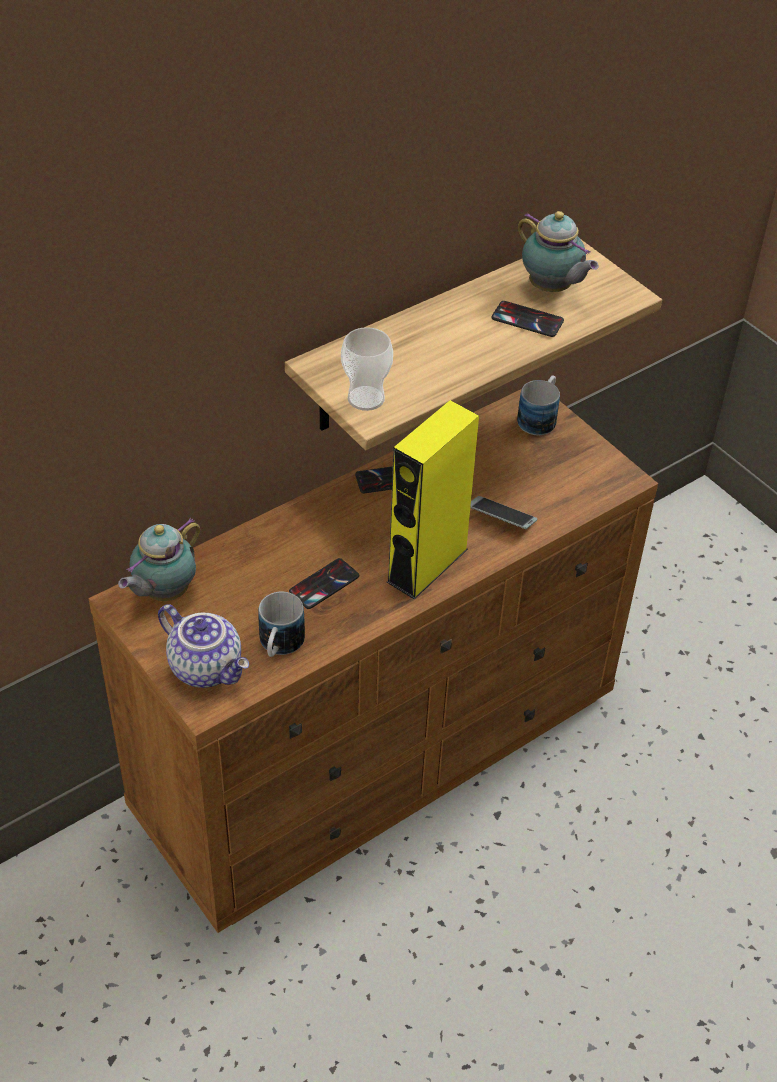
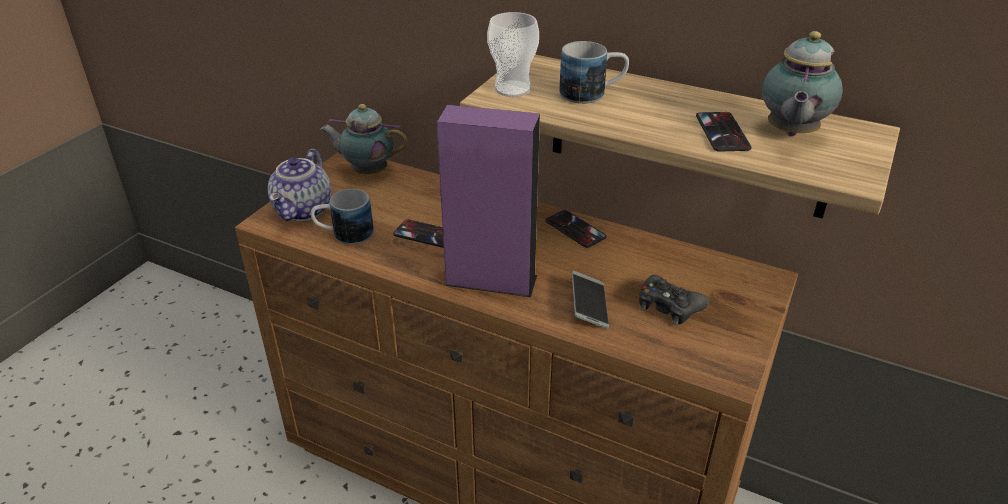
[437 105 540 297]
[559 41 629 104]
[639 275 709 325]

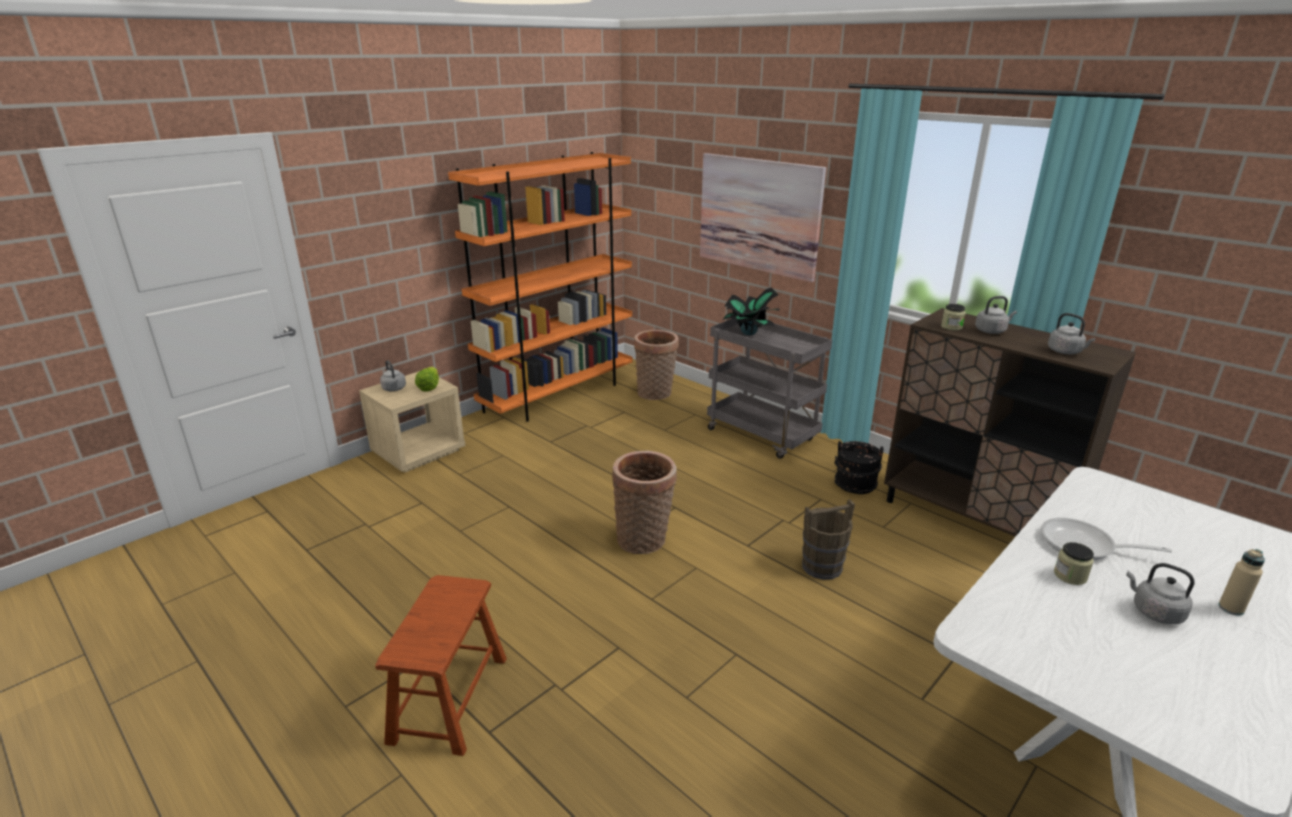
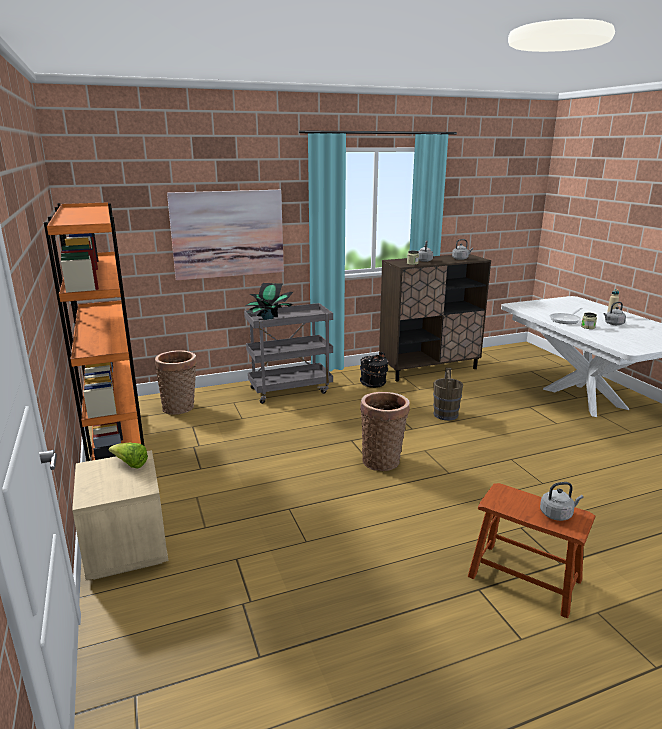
[540 482 583 521]

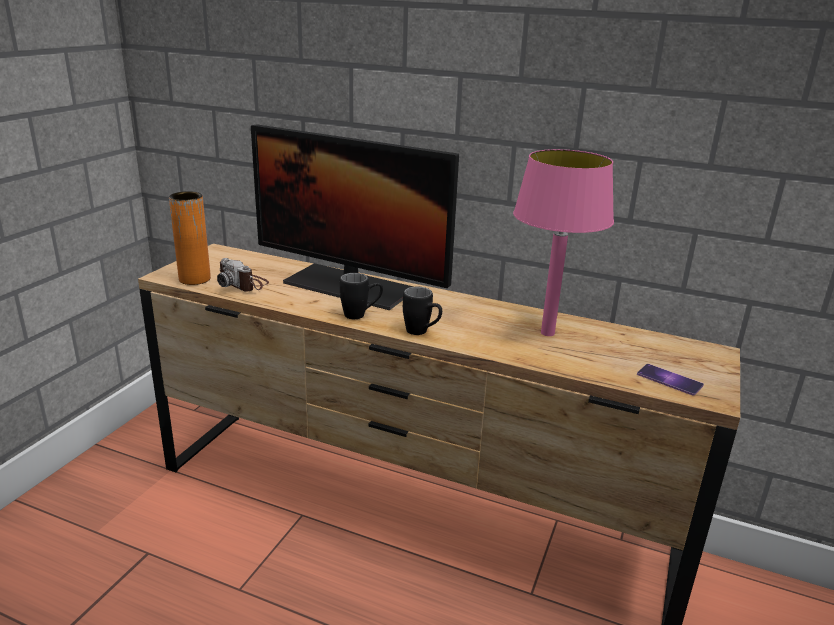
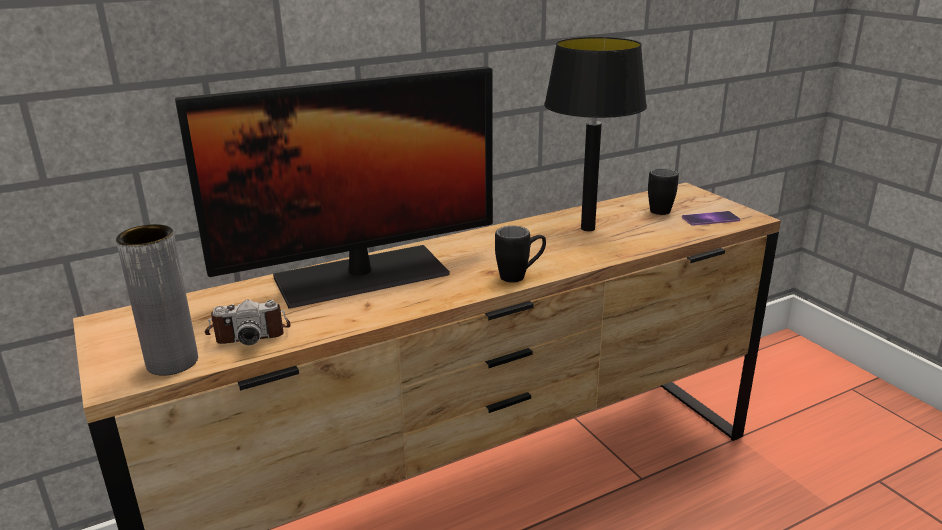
[116 224 198 376]
[648 168 679 215]
[544 37 647 231]

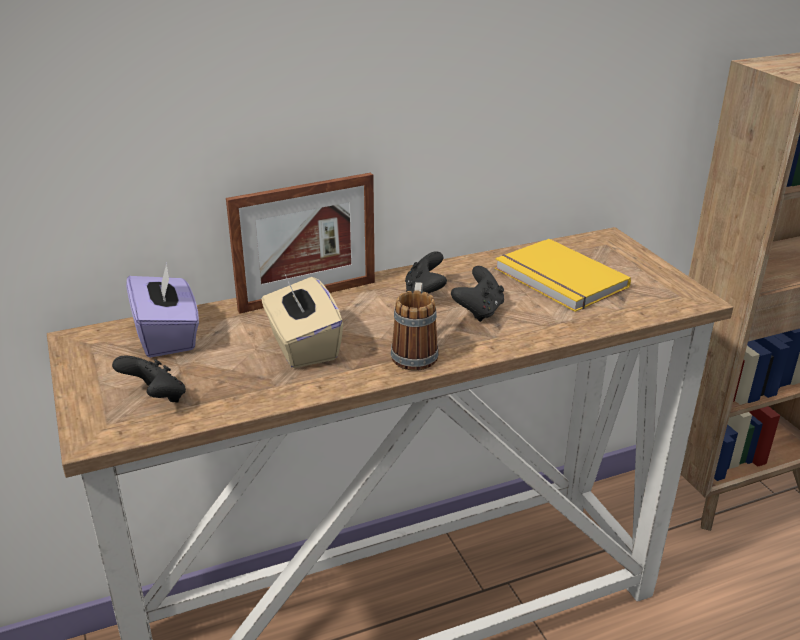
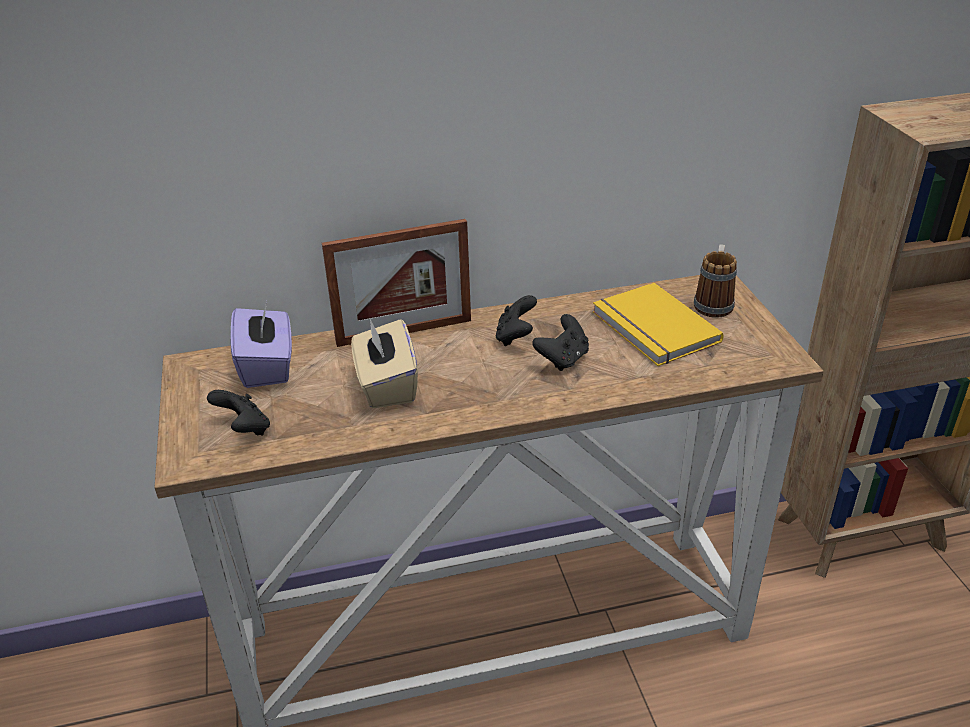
[694 244 737 318]

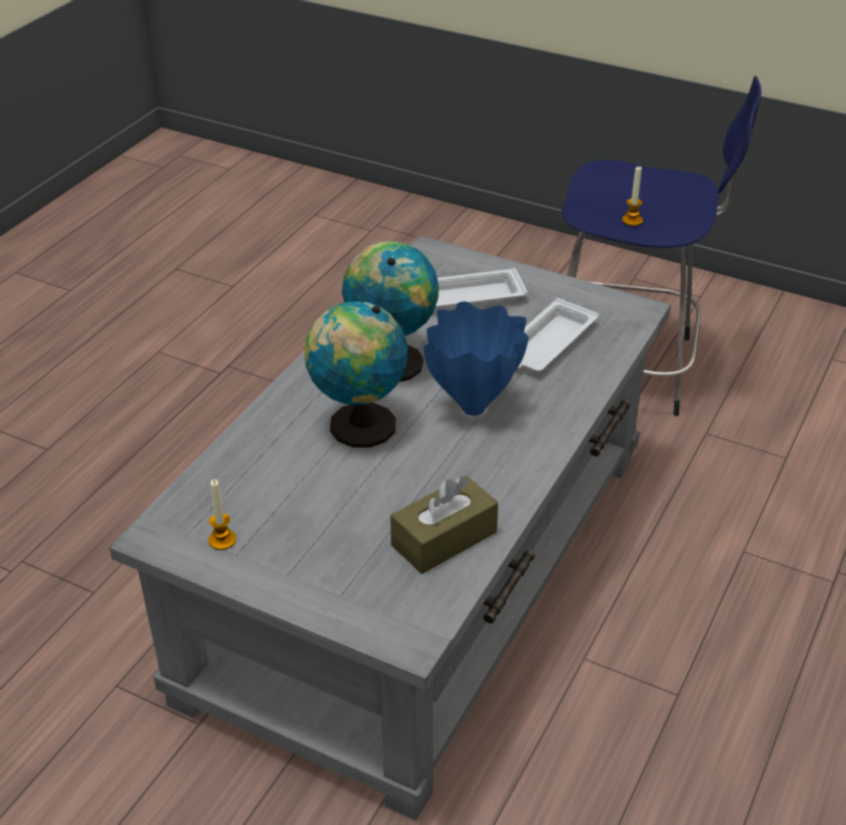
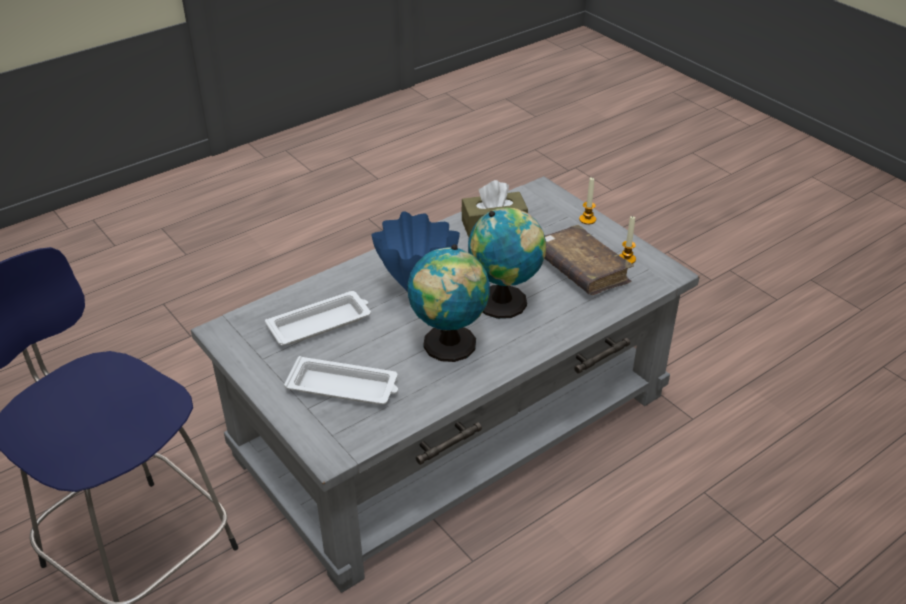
[579 177 596 225]
[544 225 634 295]

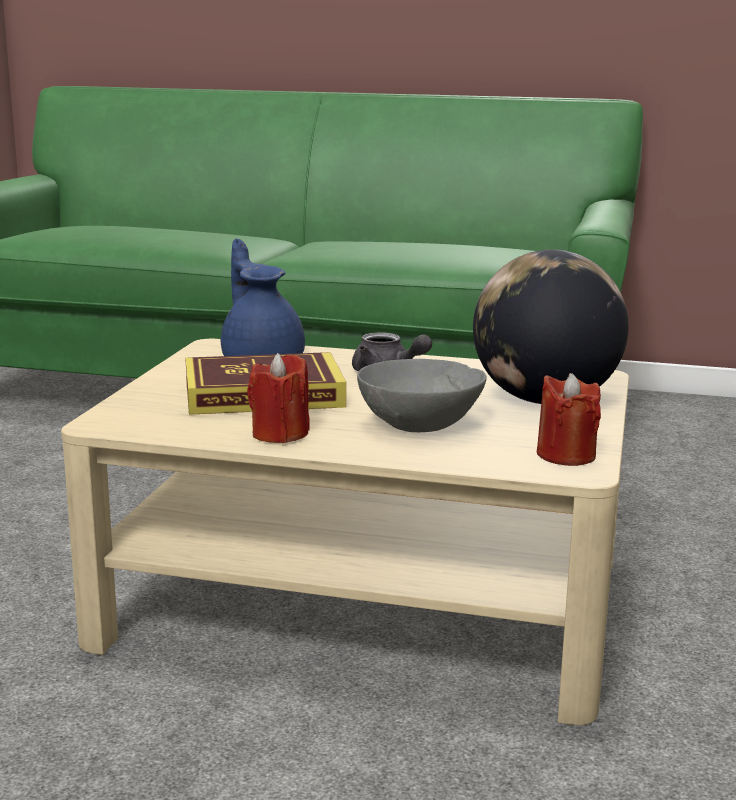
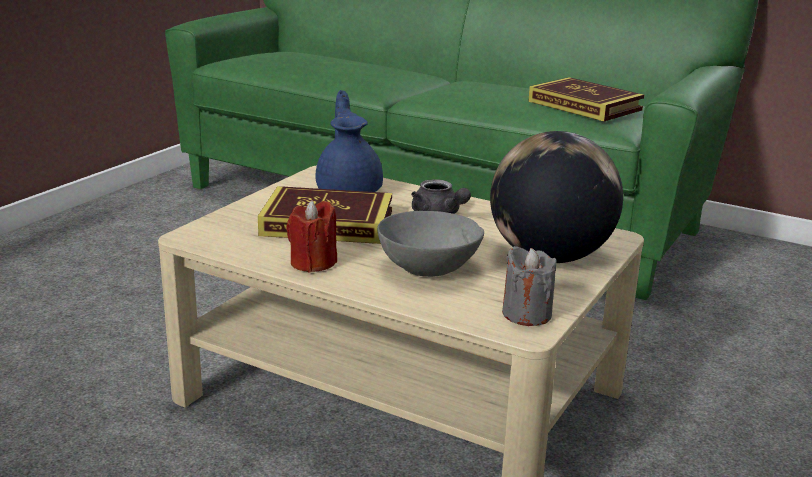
[502 246 557 326]
[528 77 644 121]

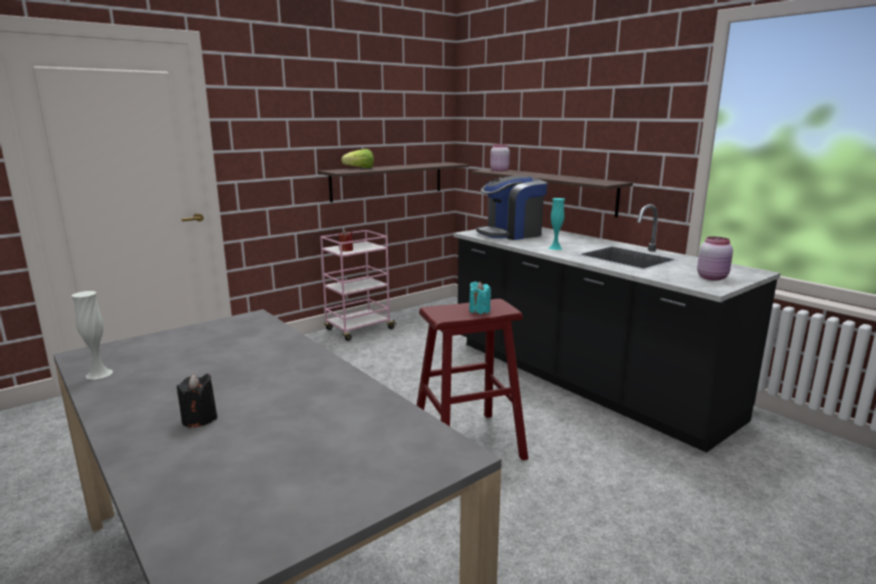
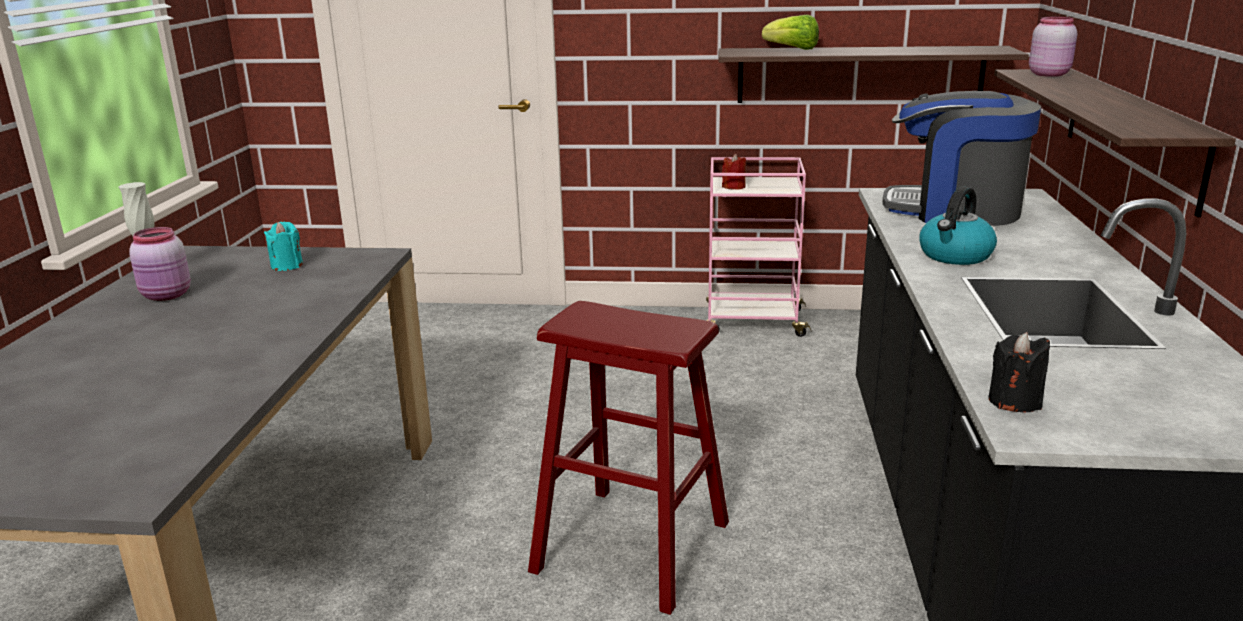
[988 332 1050 413]
[264 221 303 271]
[919 186 997 265]
[129 227 191 301]

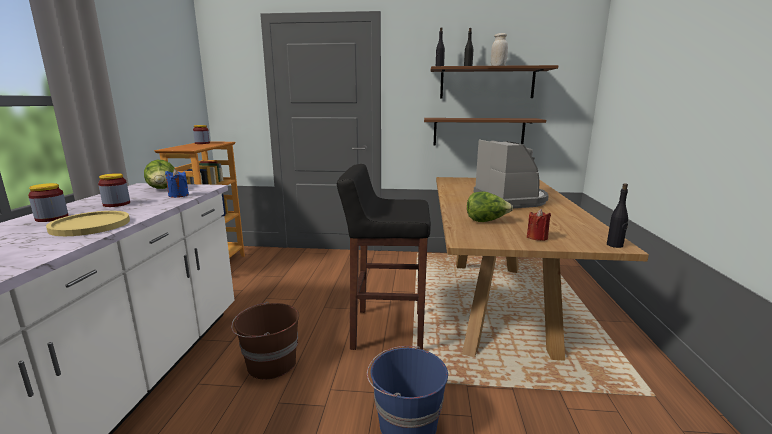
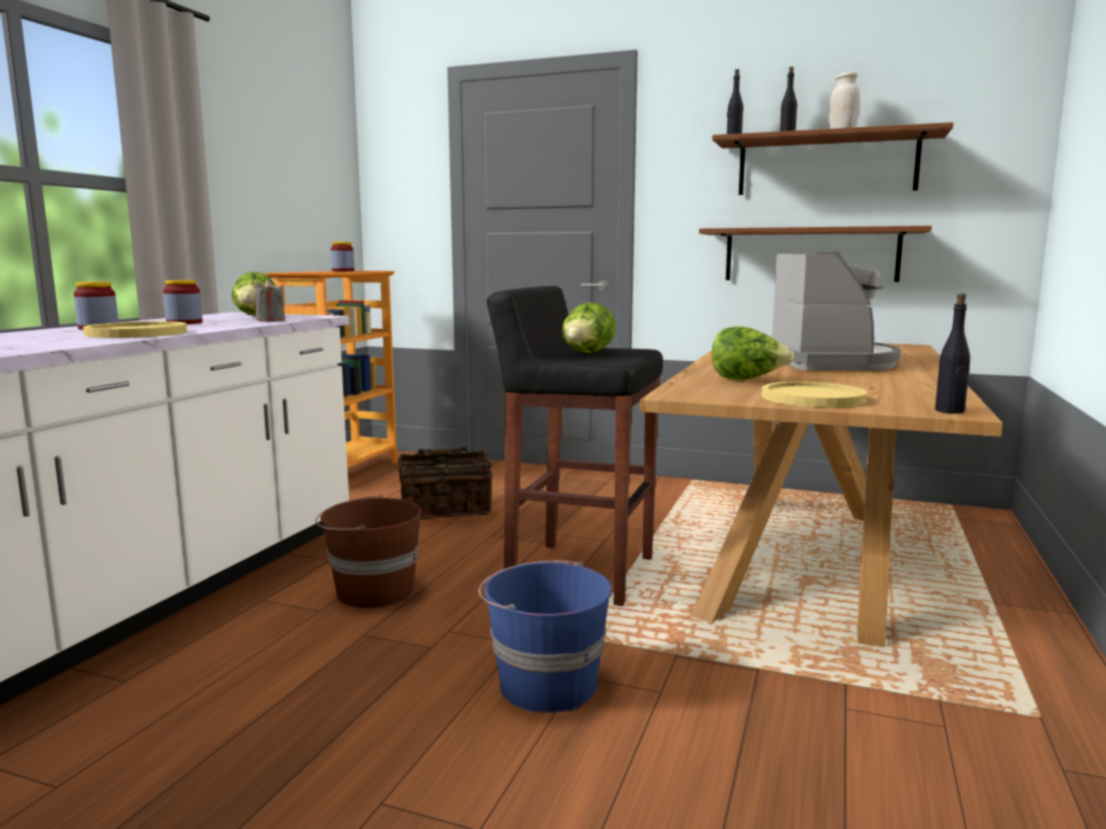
[254 279 285 321]
[762 381 867 408]
[398 447 493 520]
[562 302 616 353]

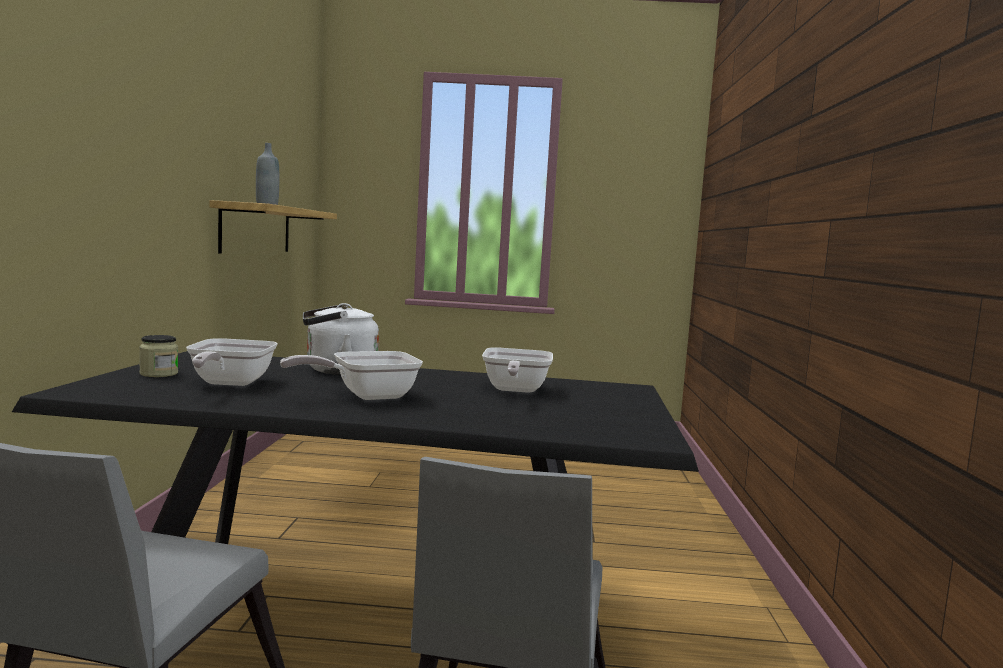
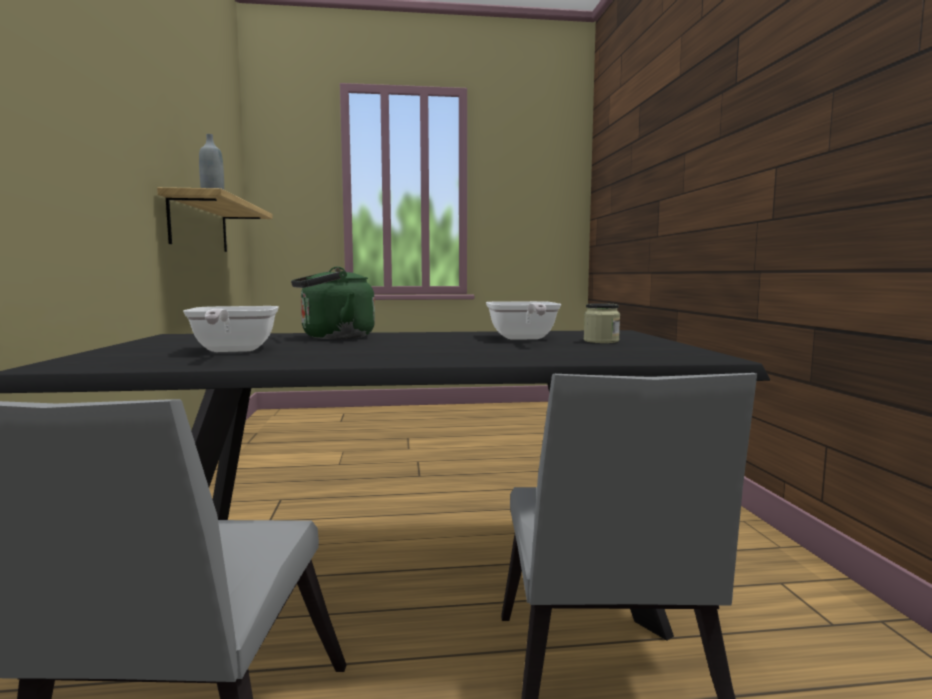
[584 303 620 343]
[280 351 423 400] (first image)
[291 267 375 339]

